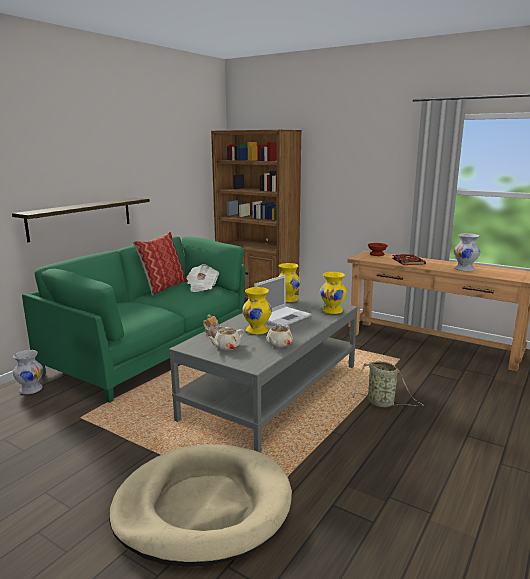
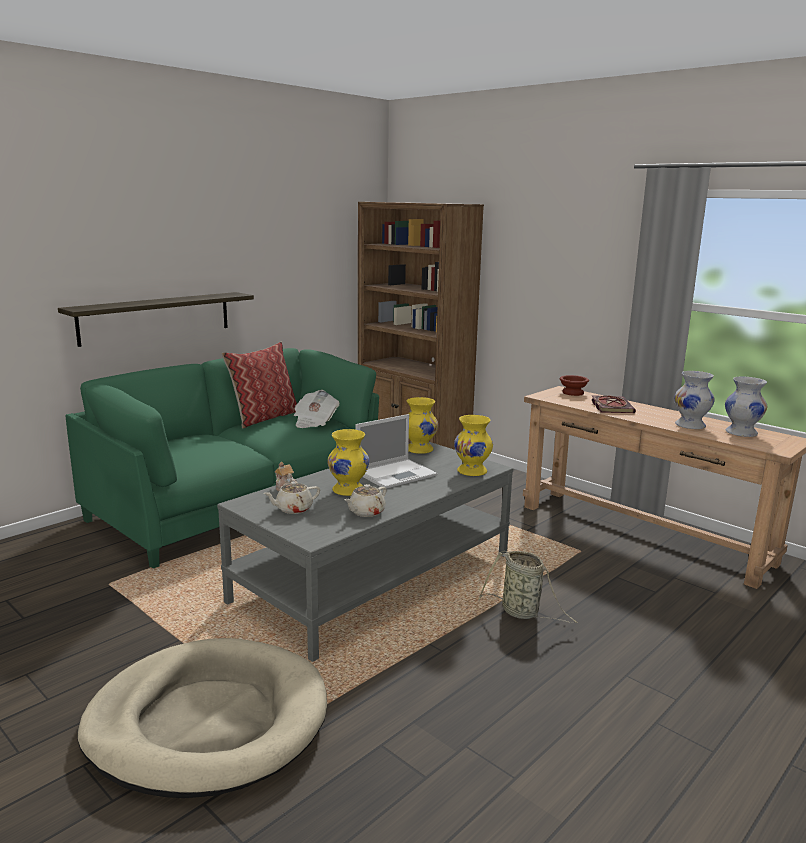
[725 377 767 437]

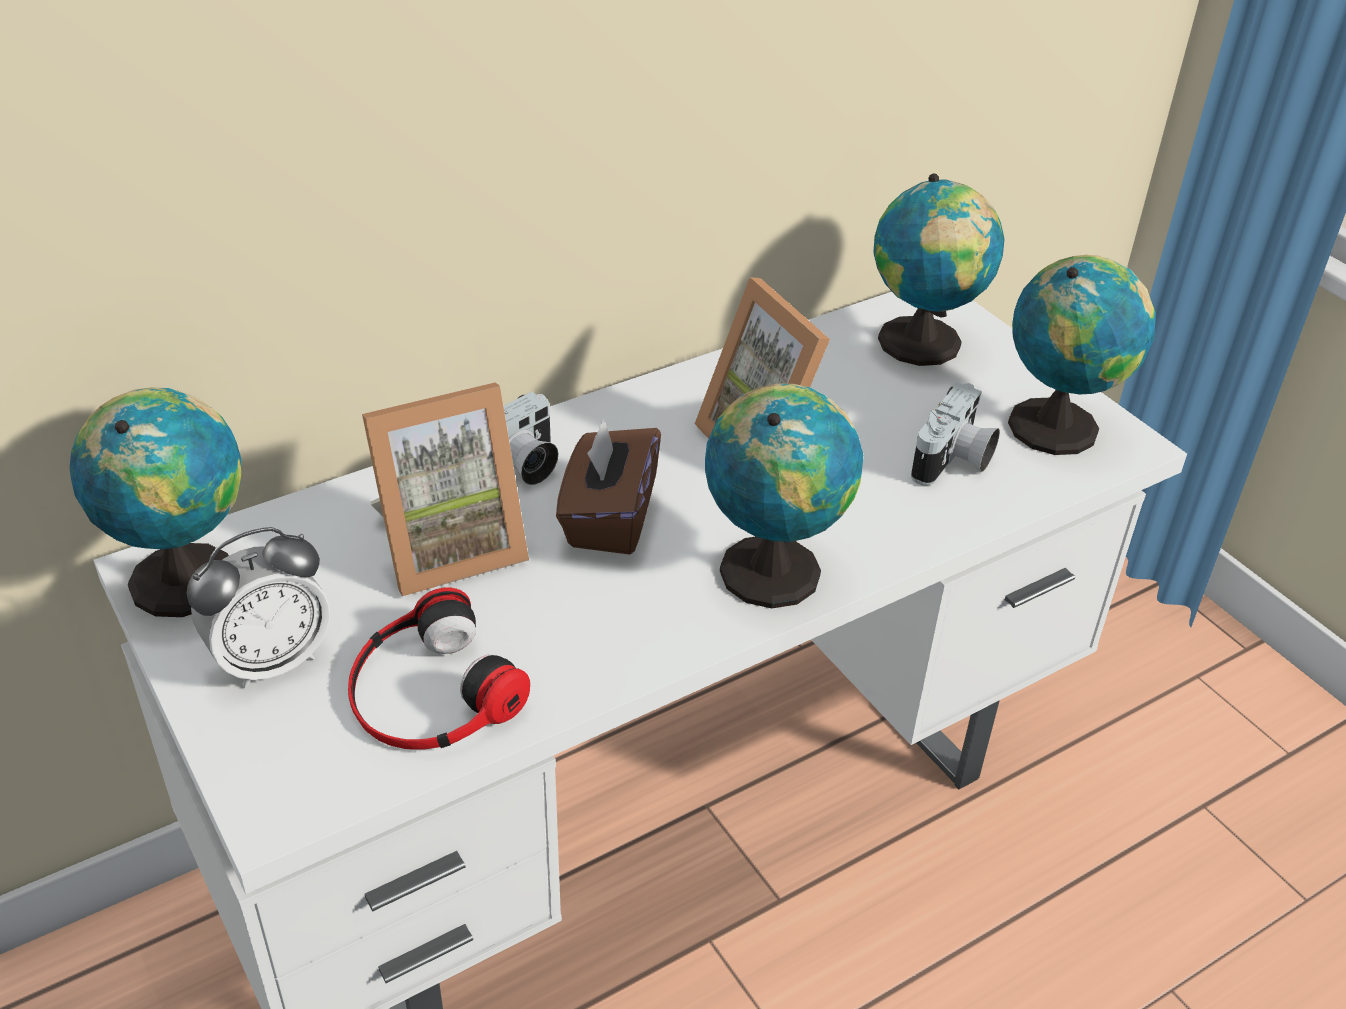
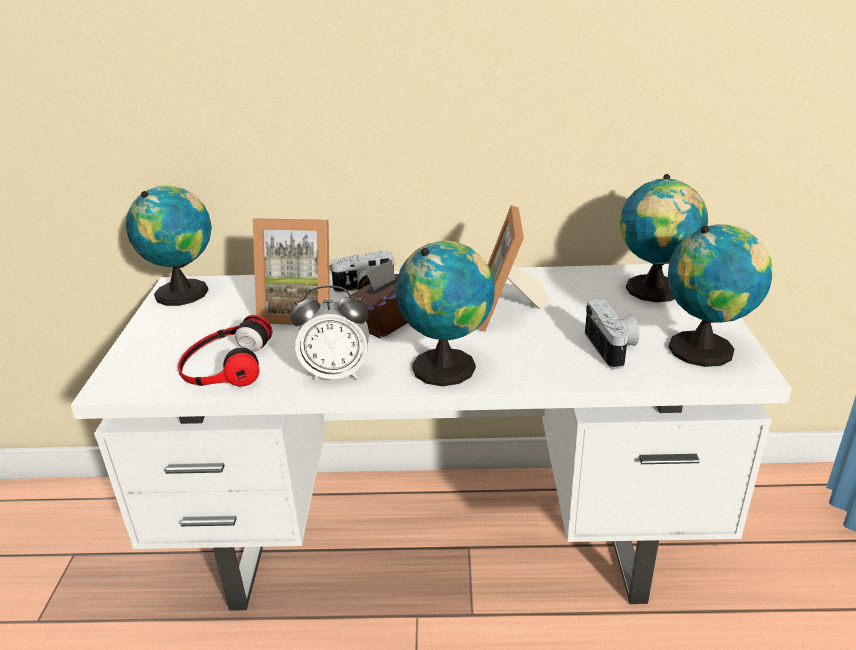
[291 285 369 381]
[585 299 639 369]

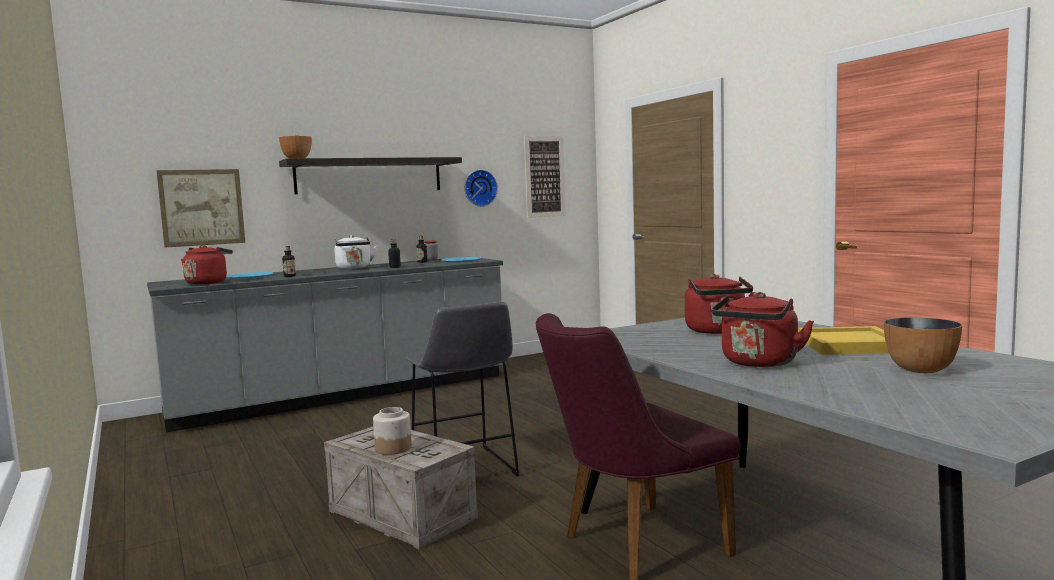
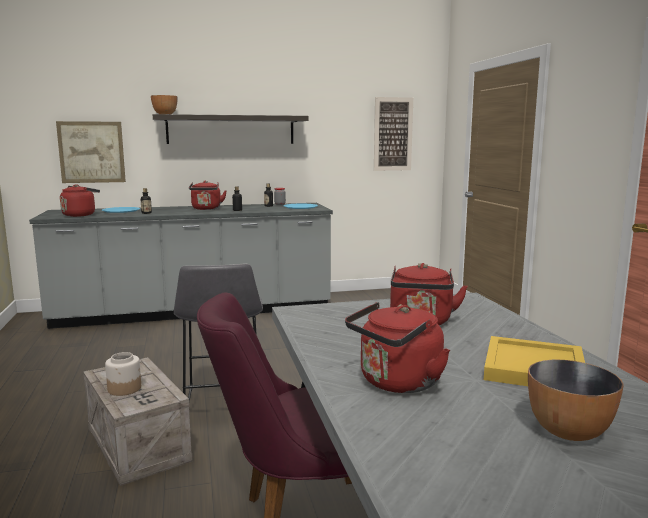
[189 181 226 210]
[464 170 498 207] (first image)

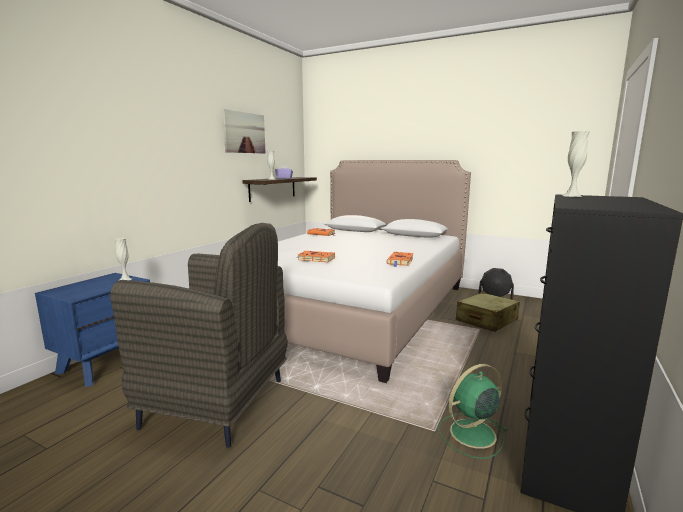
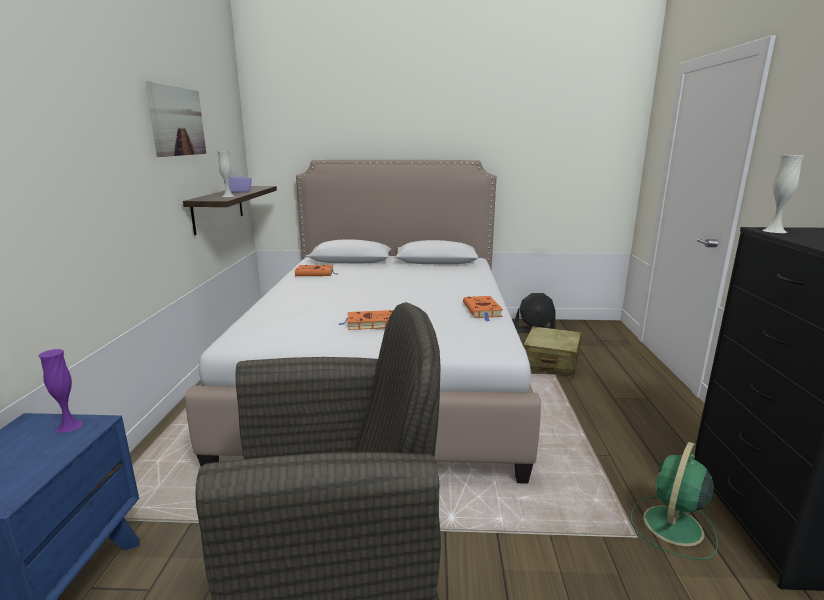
[39 349 83 433]

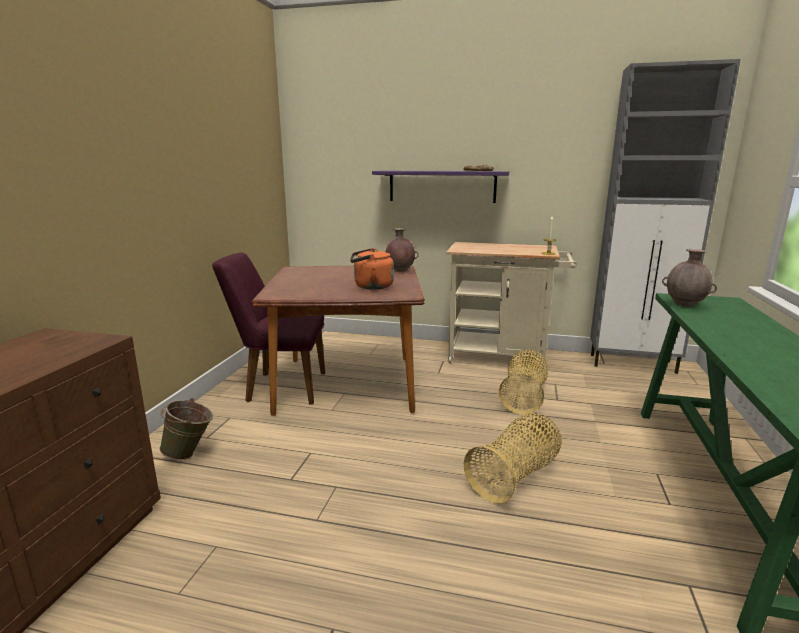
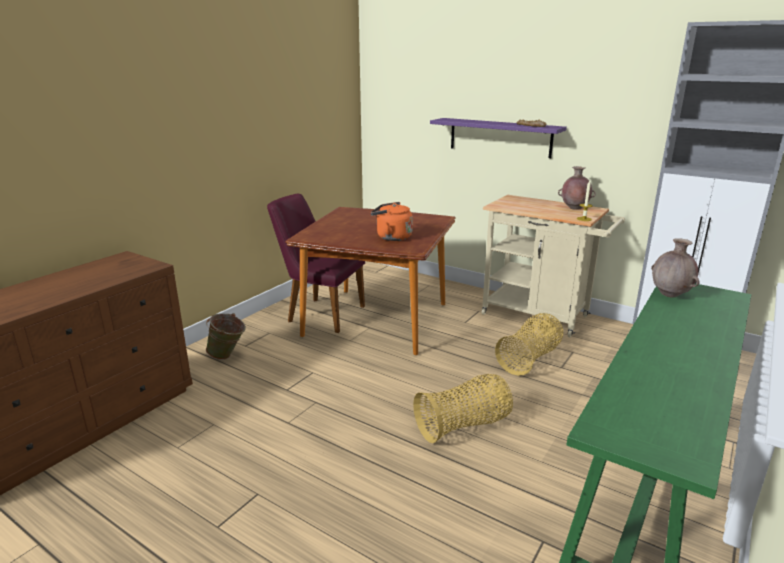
[558 166 596 210]

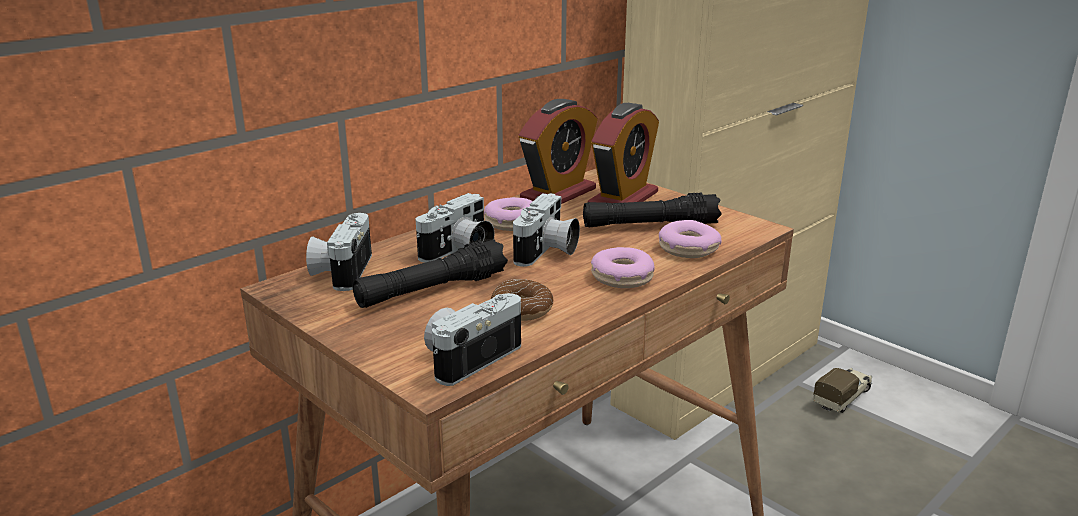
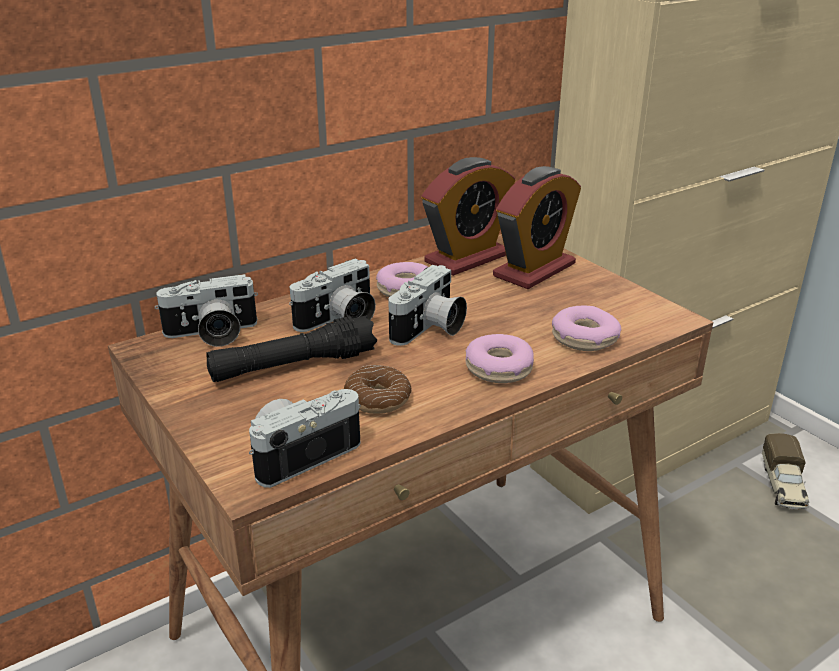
[155 274 258 347]
[583 192 721 228] (first image)
[762 433 809 510]

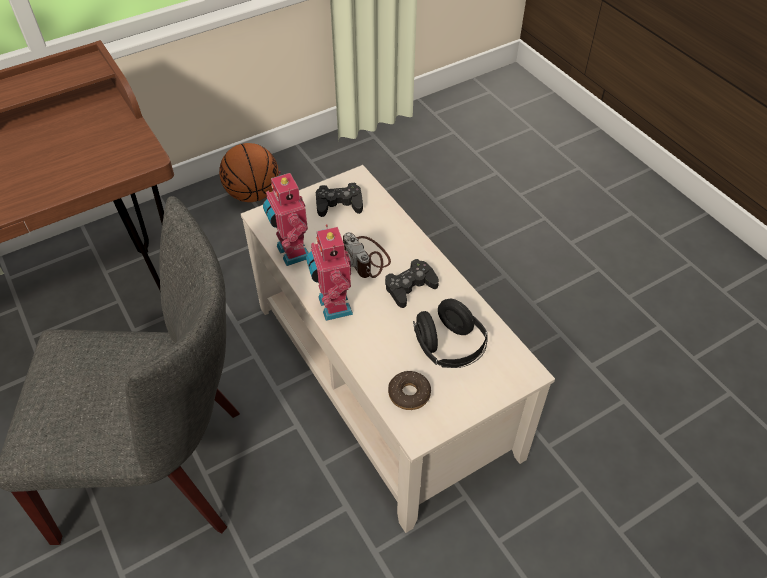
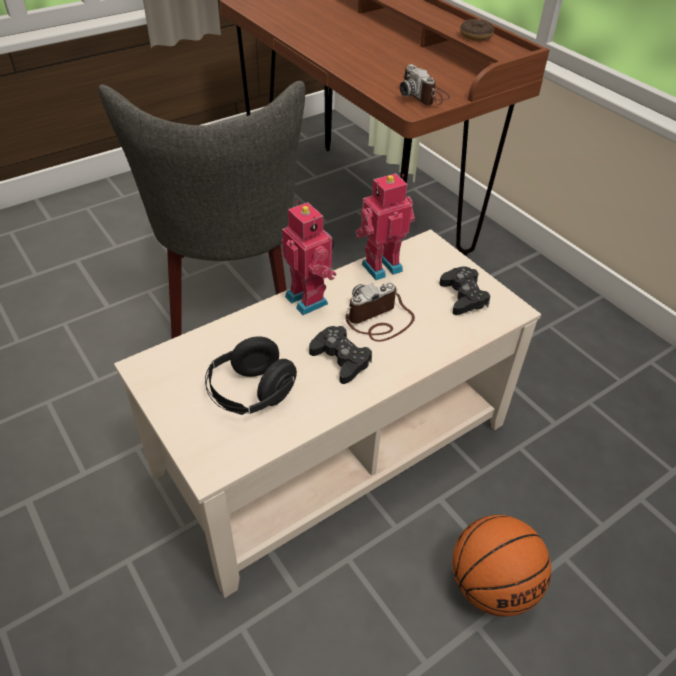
[452 515 551 617]
[282 201 336 315]
[460 19 494 41]
[400 64 450 105]

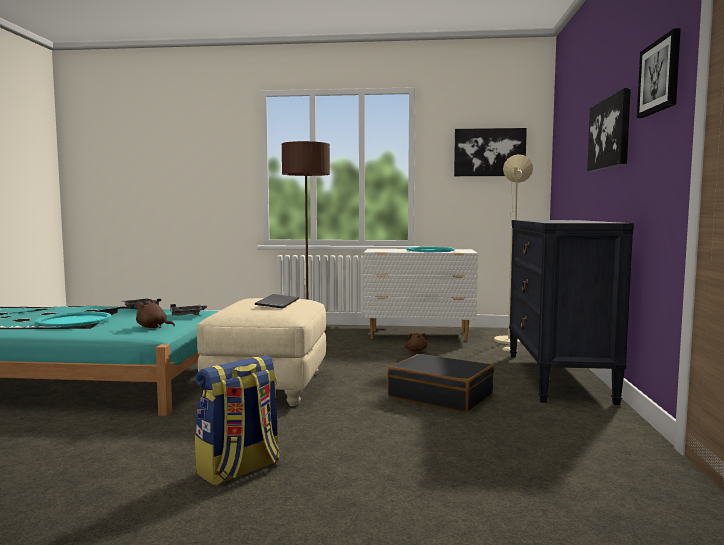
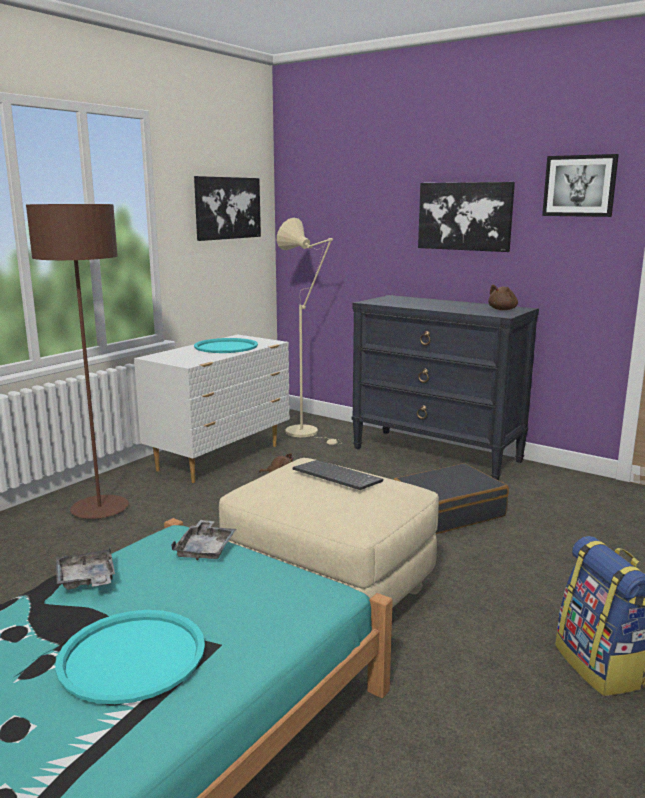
[488 285 518 310]

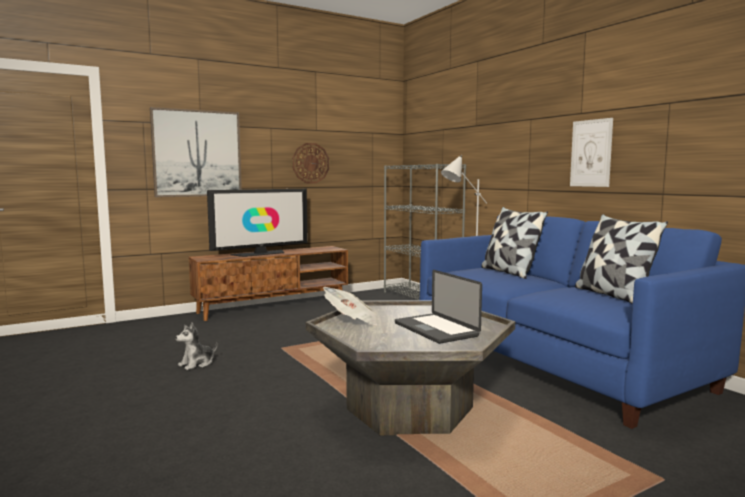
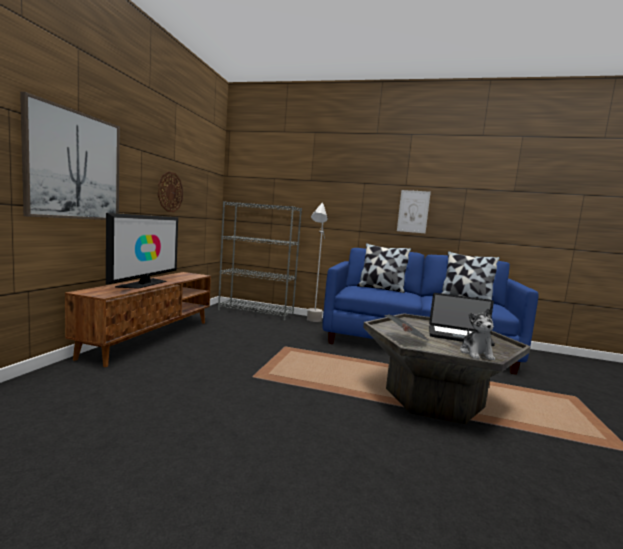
[460 308 495 360]

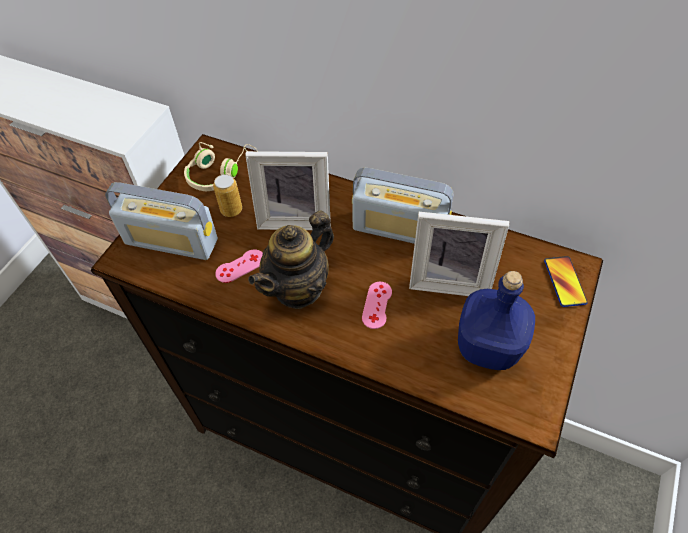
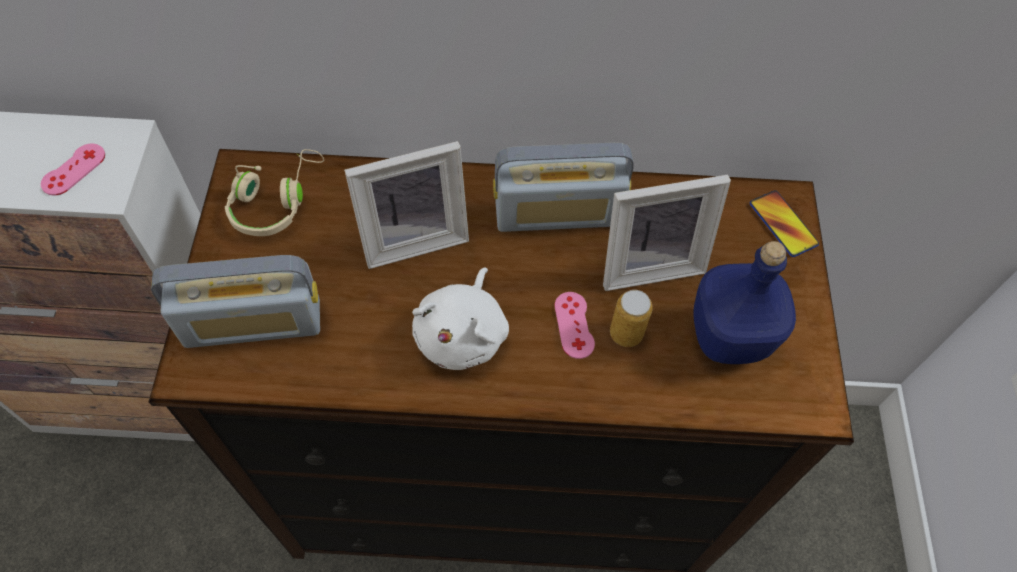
[610 290 653 347]
[41 144 105 195]
[412 268 509 370]

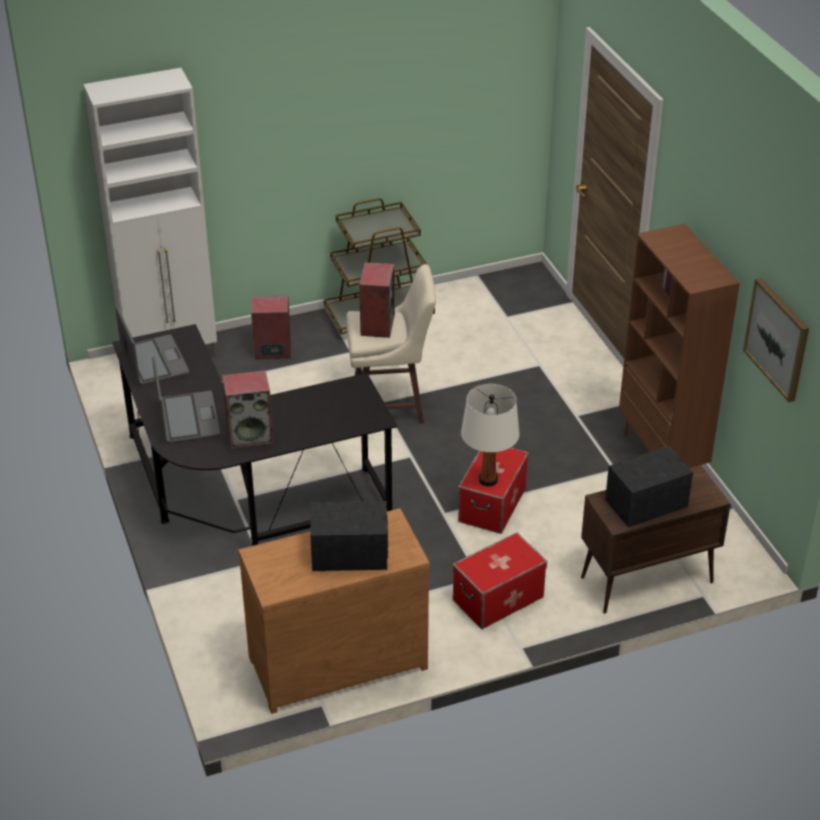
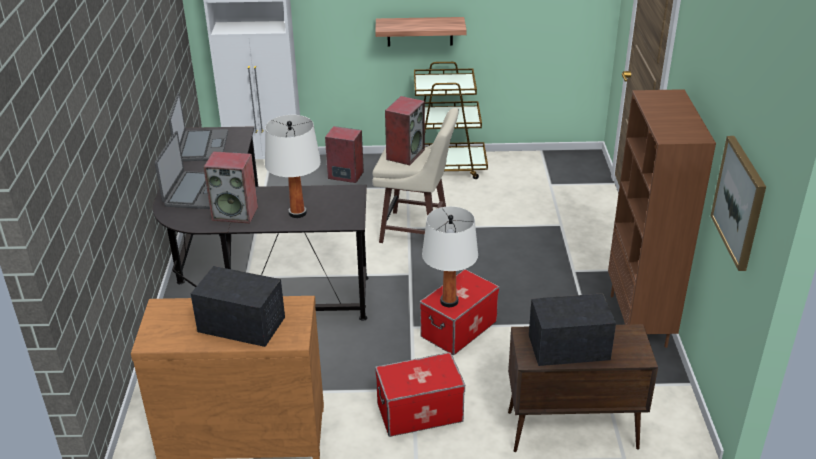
[265 115 321 218]
[375 17 467 47]

